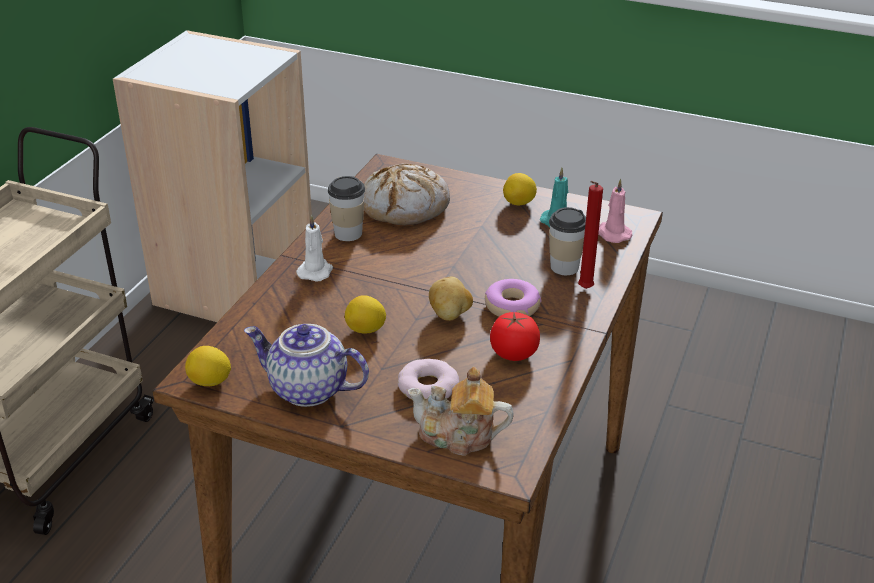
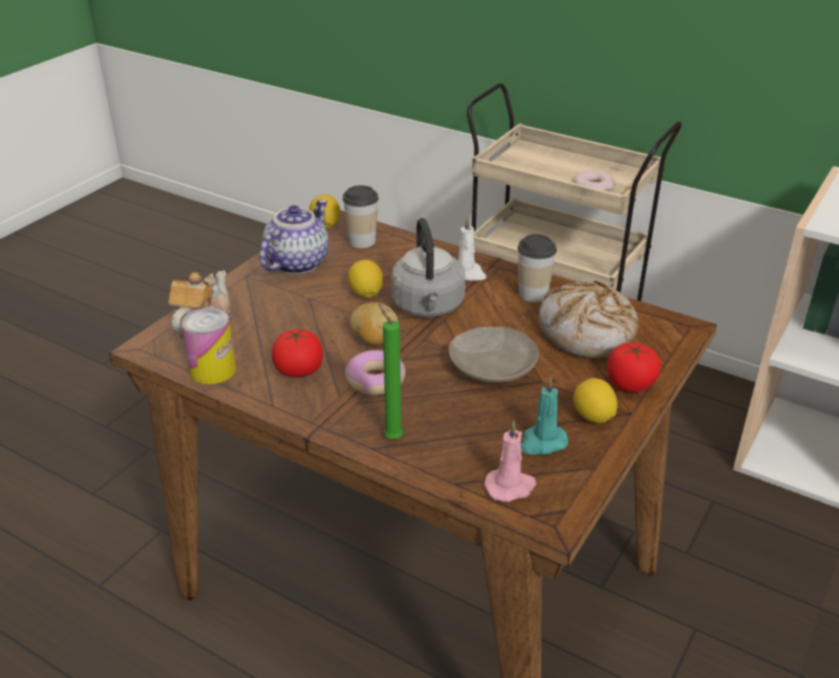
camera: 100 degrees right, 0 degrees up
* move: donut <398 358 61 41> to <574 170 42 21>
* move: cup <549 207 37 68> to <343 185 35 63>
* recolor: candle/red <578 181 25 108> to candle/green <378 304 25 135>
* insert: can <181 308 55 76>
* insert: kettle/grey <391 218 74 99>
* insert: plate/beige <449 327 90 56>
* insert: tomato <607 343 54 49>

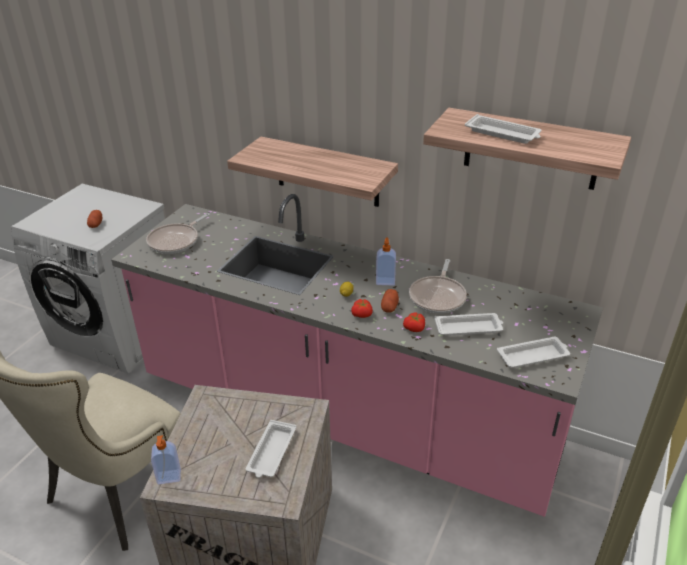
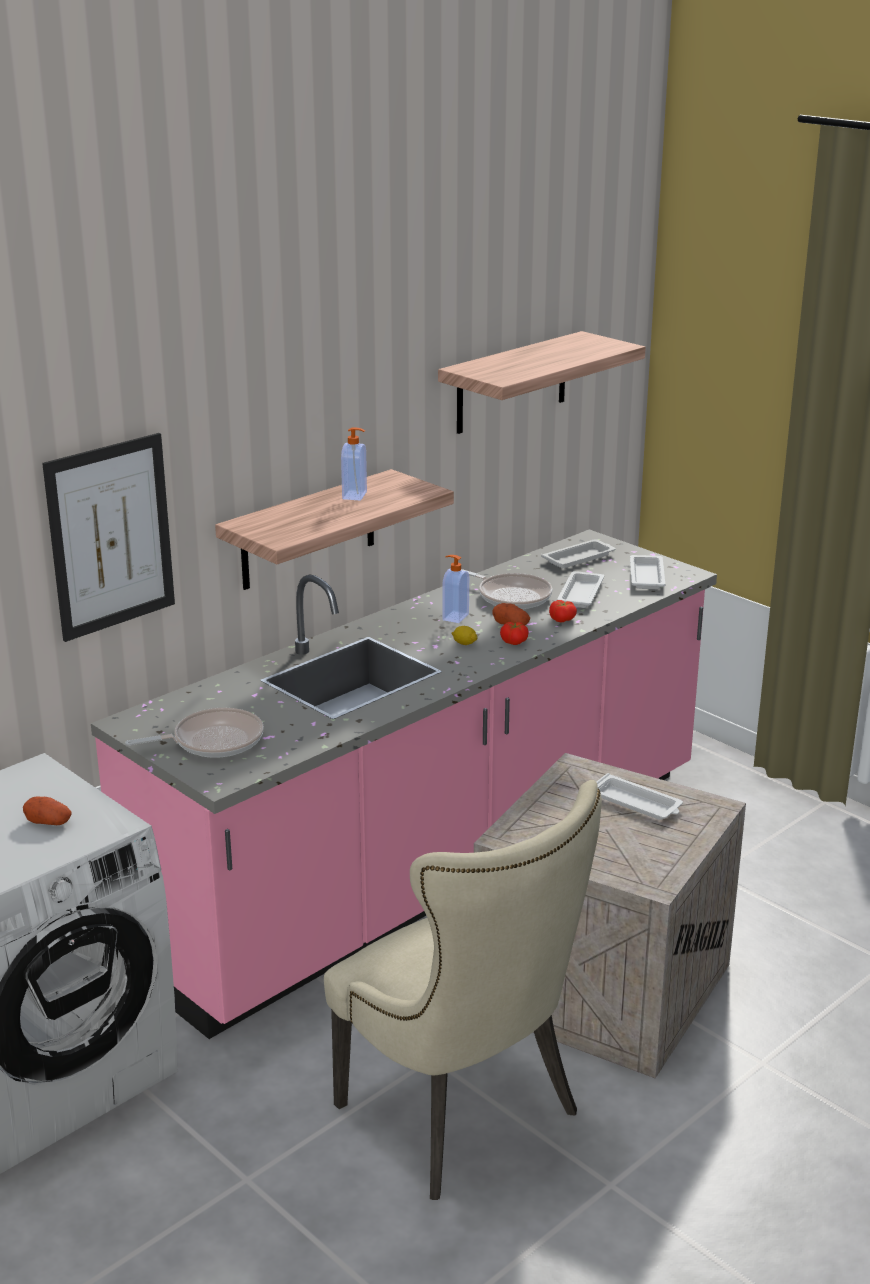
camera: 70 degrees left, 10 degrees down
* rotate: frying pan <146 213 64 41> = <125 708 139 50> 75 degrees counterclockwise
* move: soap dispenser <151 435 30 49> to <341 427 26 74>
* move: tray/white <465 114 77 30> to <541 539 75 29>
* insert: picture <42 433 133 209>

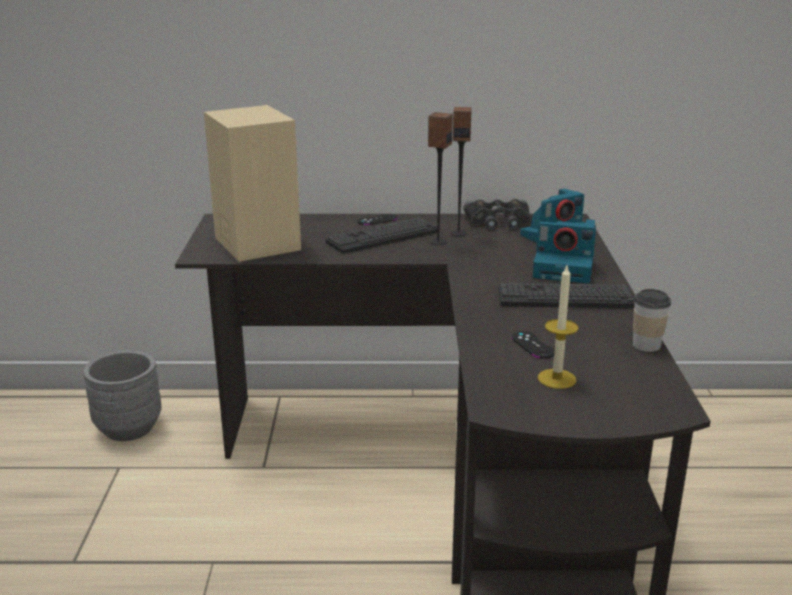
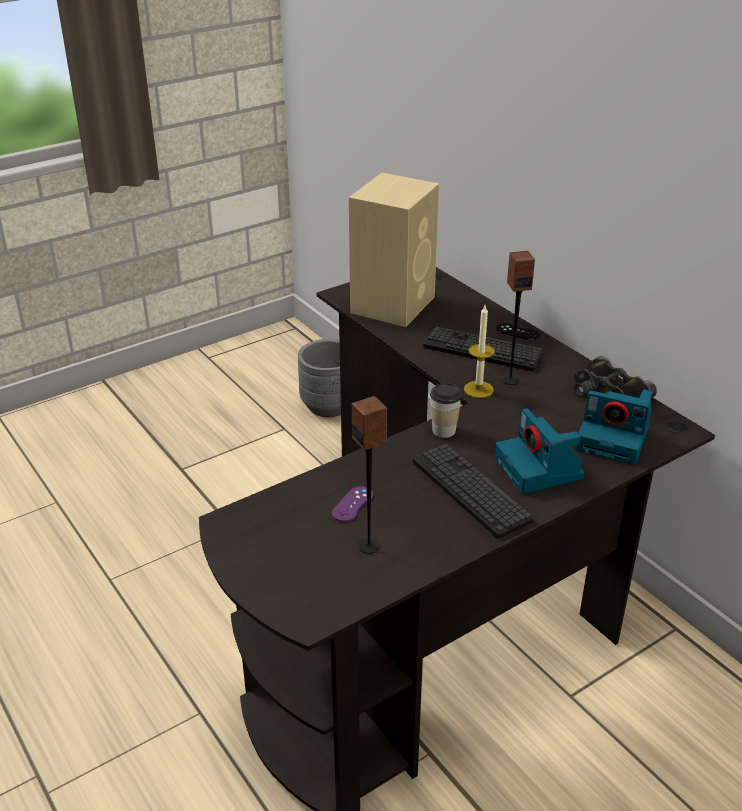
camera: 55 degrees right, 10 degrees up
* move: speaker <451 107 21 129> to <352 396 35 158>
* recolor: game controller/black <511 331 44 28> to game controller/purple <332 486 41 36>
* move: candle <538 266 41 123> to <464 306 31 92>
* move: cup <633 289 38 63> to <430 383 32 55>

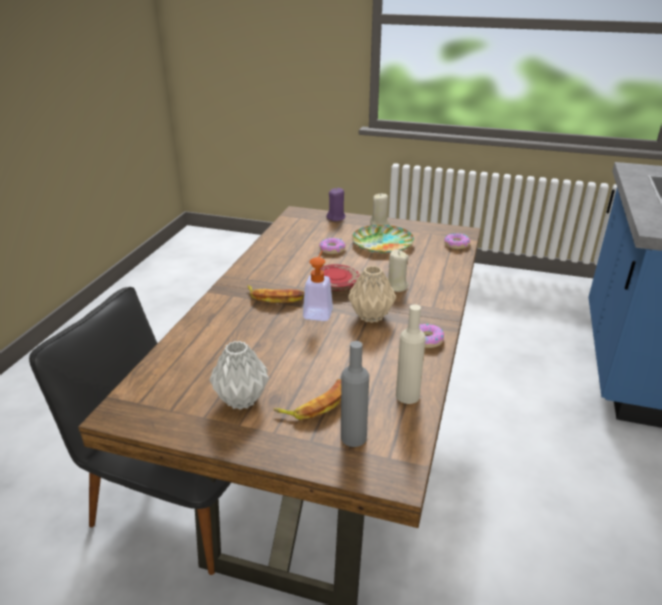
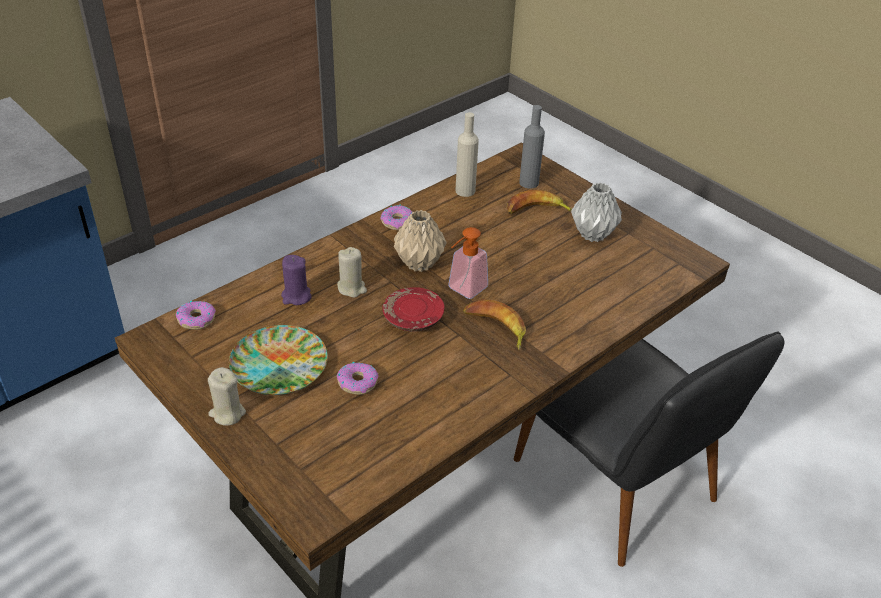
camera: 150 degrees left, 10 degrees up
* move: candle/purple <326 188 20 33> to <281 255 31 50>

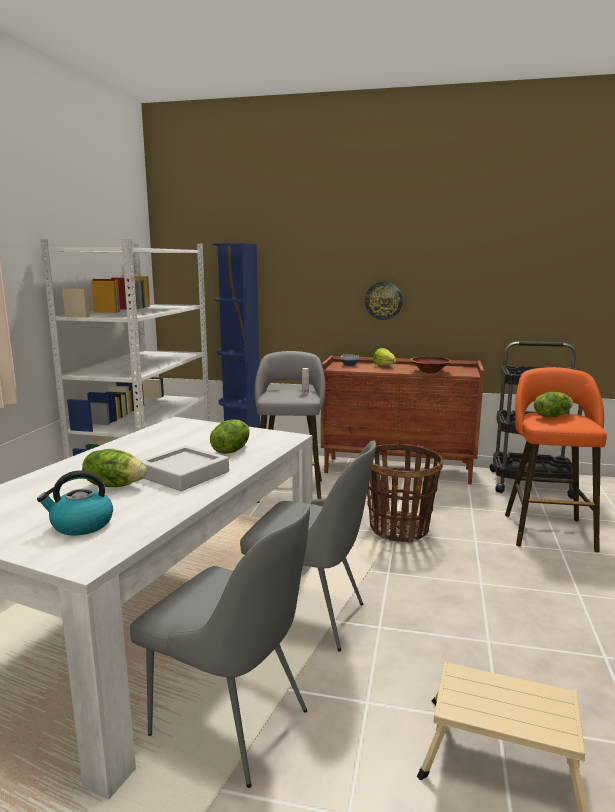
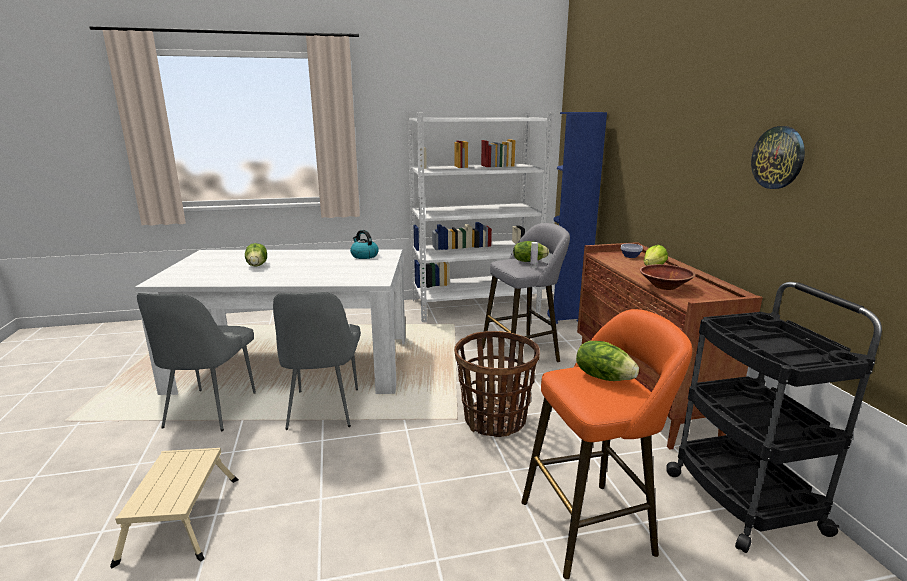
camera: 65 degrees right, 5 degrees up
* move: kettle <37 470 76 66> to <350 230 29 29>
* delete: tray/grey <140 445 89 46>
* move: lettuce <210 420 40 34> to <513 241 36 21>
* move: wall clock <365 282 38 38> to <751 126 54 63>

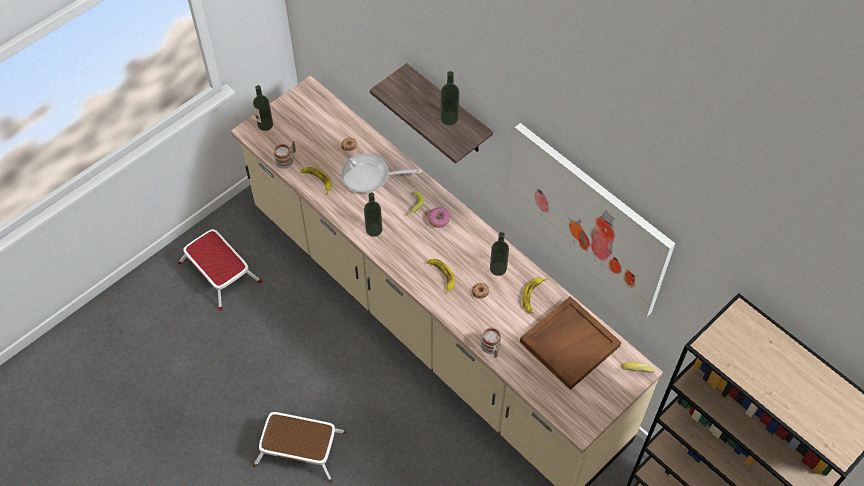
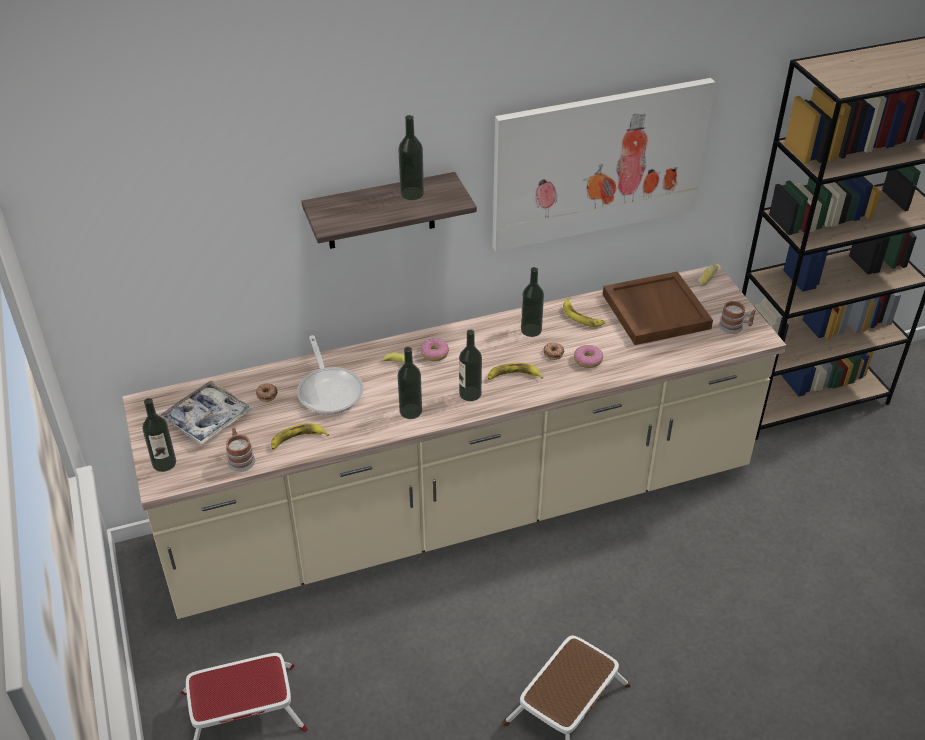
camera: 65 degrees left, 15 degrees down
* rotate: frying pan <341 154 81 39> = <297 335 67 80> 45 degrees counterclockwise
* move: mug <481 327 20 31> to <719 301 37 33>
* insert: tray <159 380 92 65>
* insert: bottle <459 330 23 71>
* insert: donut <574 345 29 23>

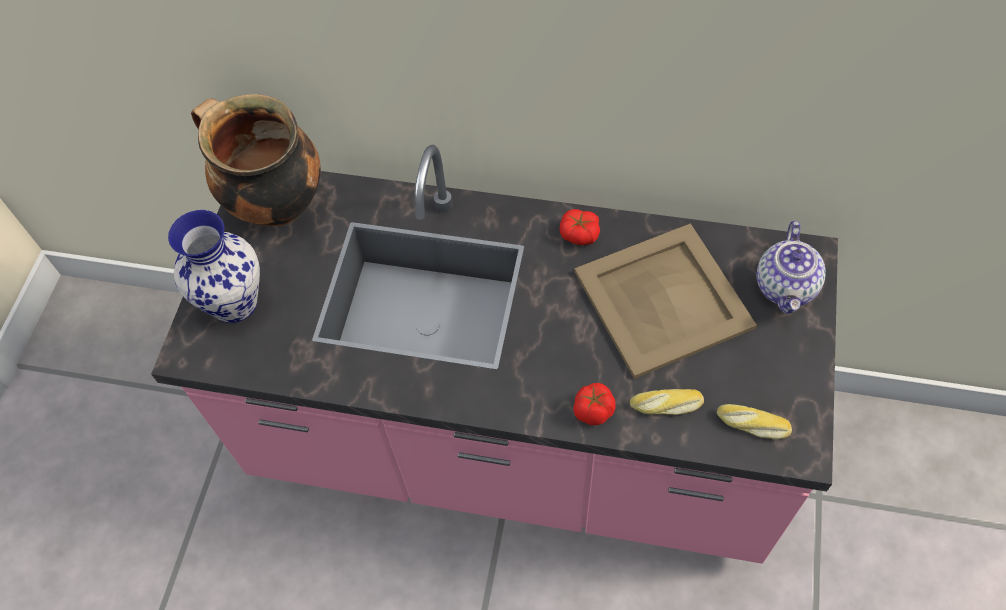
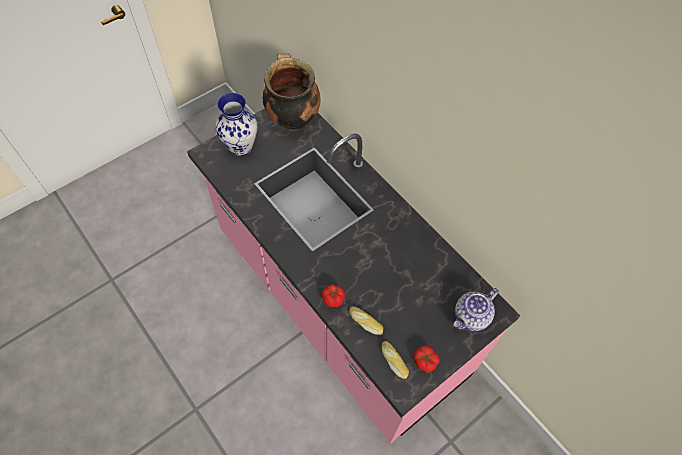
camera: 35 degrees right, 0 degrees up
* move: tomato <559 209 41 36> to <414 345 26 28>
* delete: tray/beige <574 223 183 156>

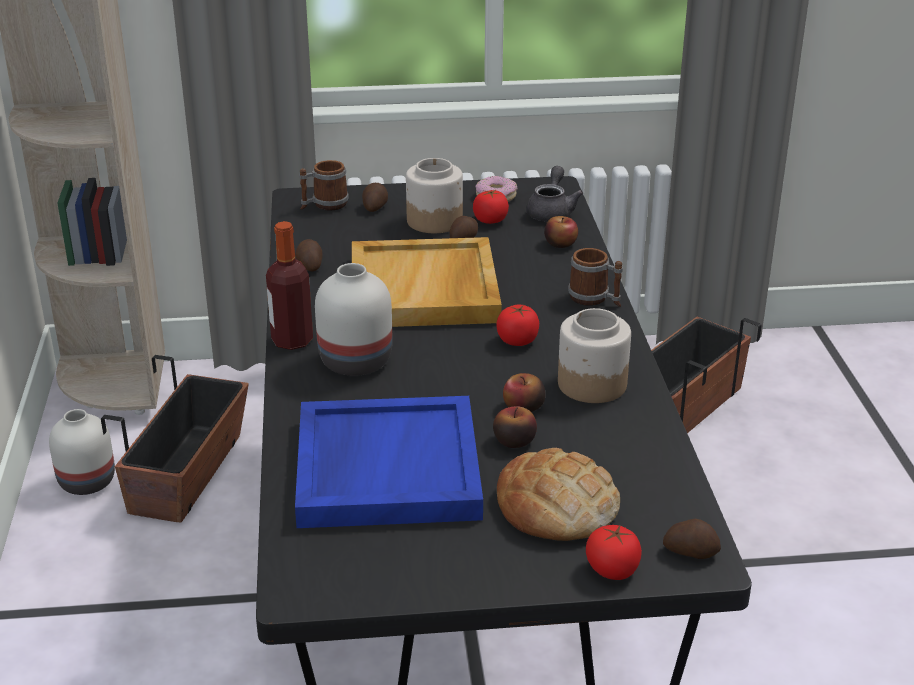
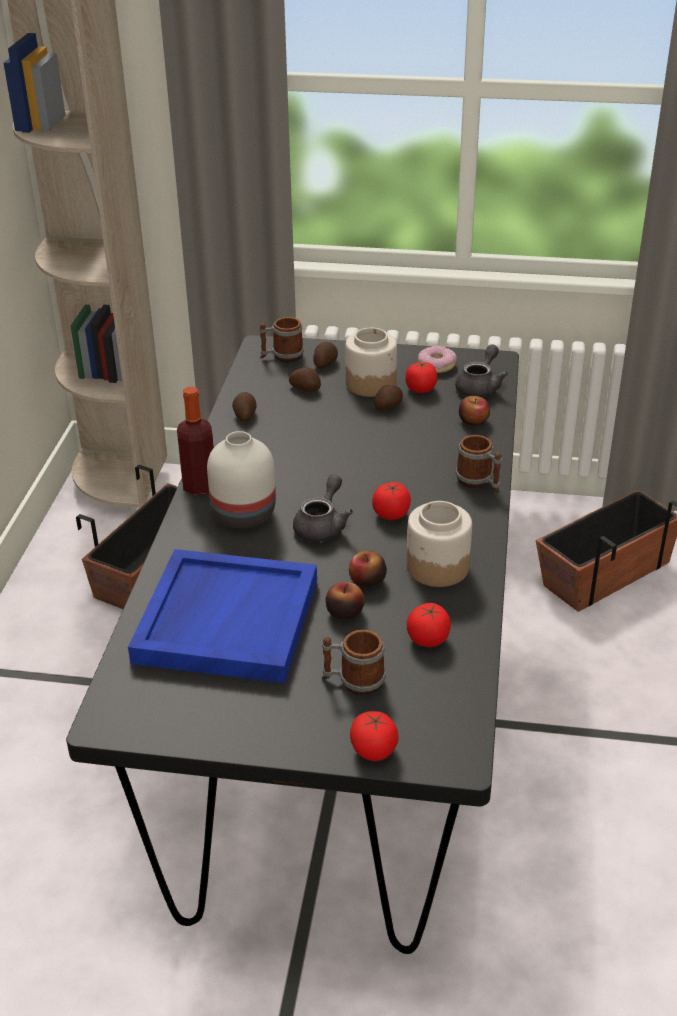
camera: 15 degrees right, 5 degrees up
* delete: vase/white <49 409 66 86>
* delete: tray/beige <352 237 150 90>
* replace: bread <497 448 123 93> to mug <322 630 64 65>
* move: potato <663 519 58 40> to <289 367 32 25>
* insert: teapot/grey <293 475 60 67>
* insert: tomato <407 603 44 44>

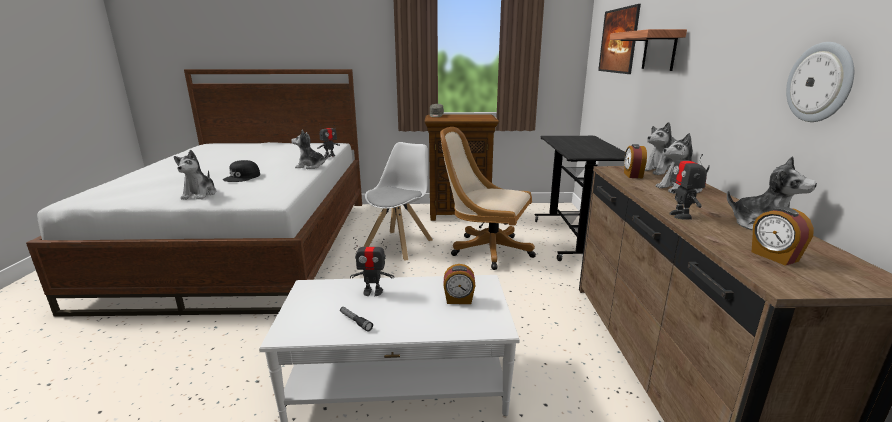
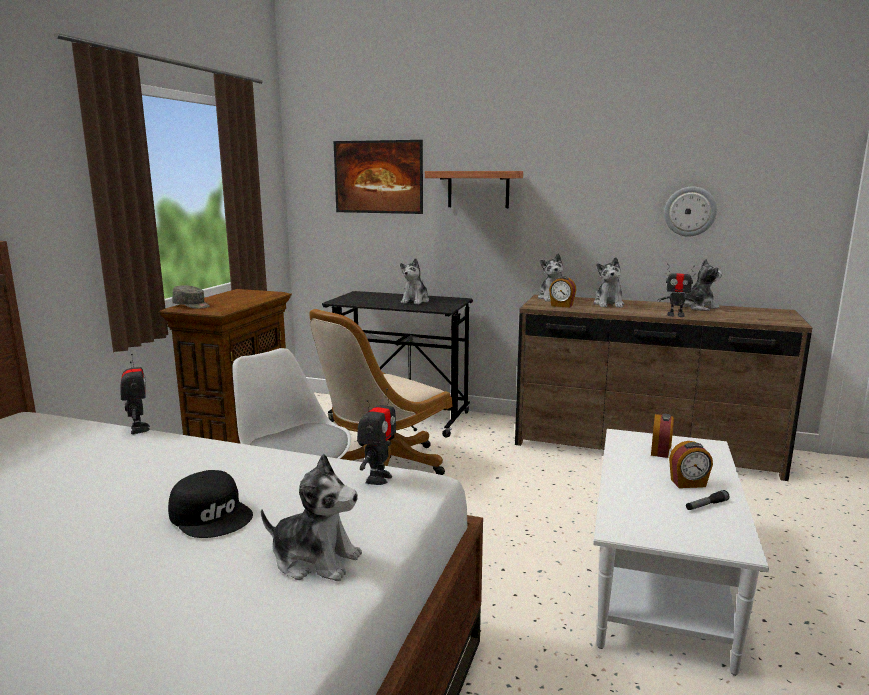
camera: 70 degrees left, 5 degrees down
* move: plush toy <291 130 38 39> to <400 258 29 47>
* move: toy robot <350 237 44 59> to <357 388 39 97>
* move: alarm clock <752 207 62 59> to <669 441 44 47>

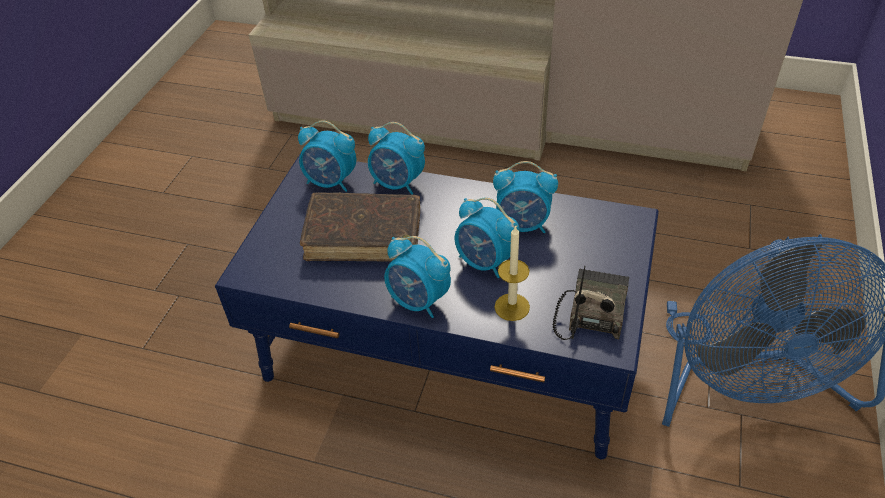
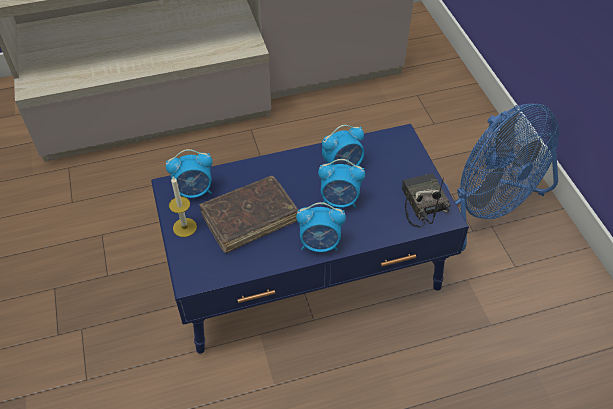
camera: 35 degrees left, 5 degrees up
* delete: alarm clock <368 122 57 73>
* move: candle <494 225 36 96> to <169 177 28 60>

